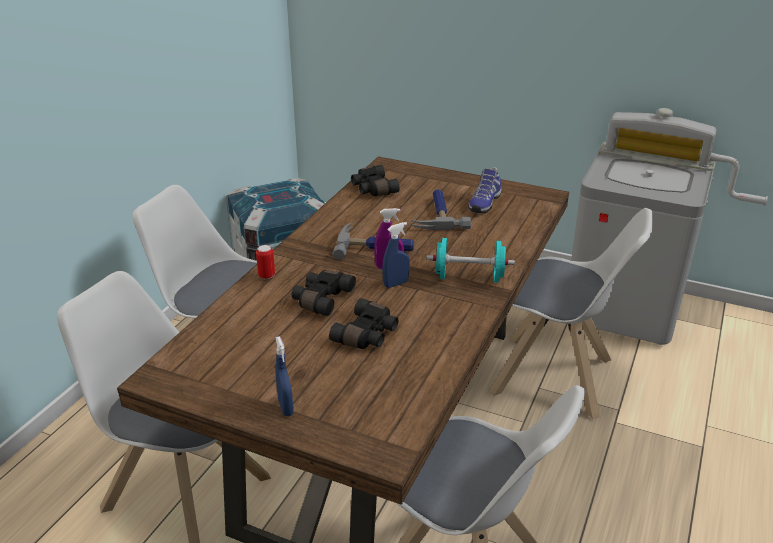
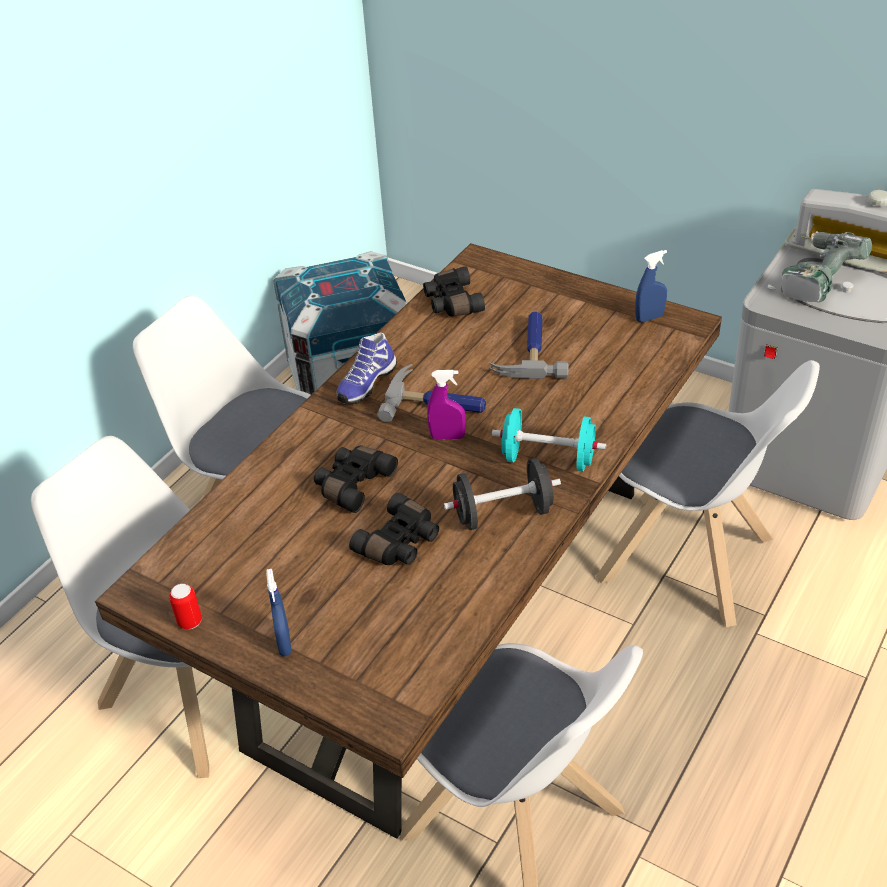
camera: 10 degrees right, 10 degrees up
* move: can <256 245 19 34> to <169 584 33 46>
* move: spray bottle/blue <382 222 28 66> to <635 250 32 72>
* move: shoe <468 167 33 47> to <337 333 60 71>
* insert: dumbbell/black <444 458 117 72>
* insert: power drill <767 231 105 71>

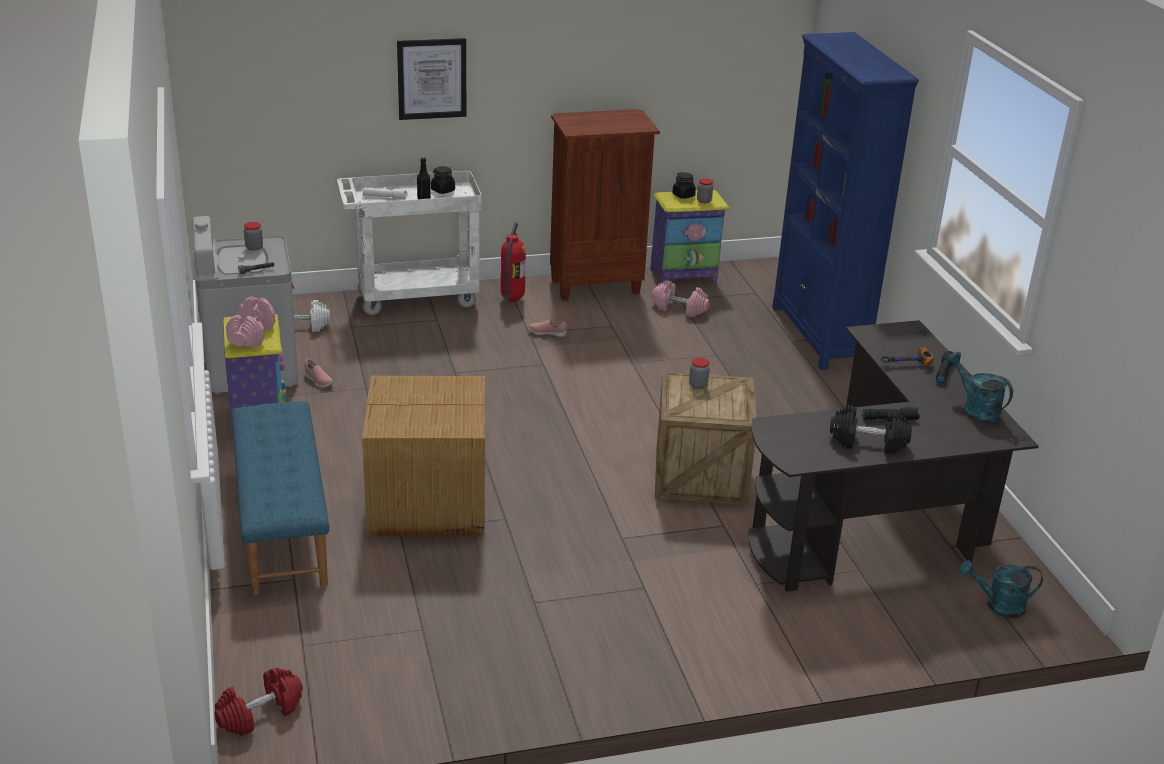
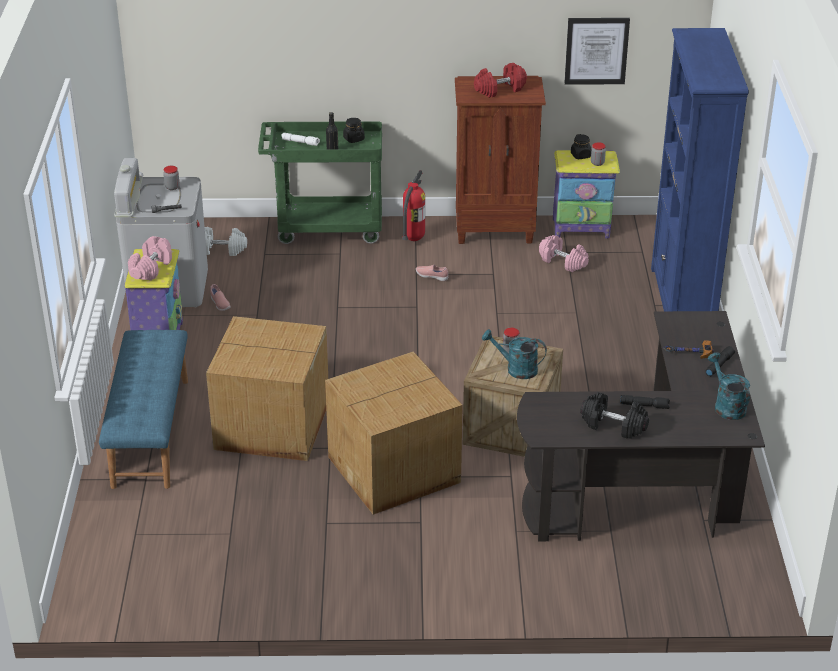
camera: 15 degrees right, 5 degrees up
* move: dumbbell/red <214 668 89 68> to <474 63 53 35>
* recolor: cart/white <337 171 144 144> to cart/green <258 121 124 123>
* move: picture <397 38 69 82> to <565 18 65 67>
* move: watering can/turquoise <959 560 84 58> to <482 329 65 50>
* insert: cardboard box <325 351 138 164>

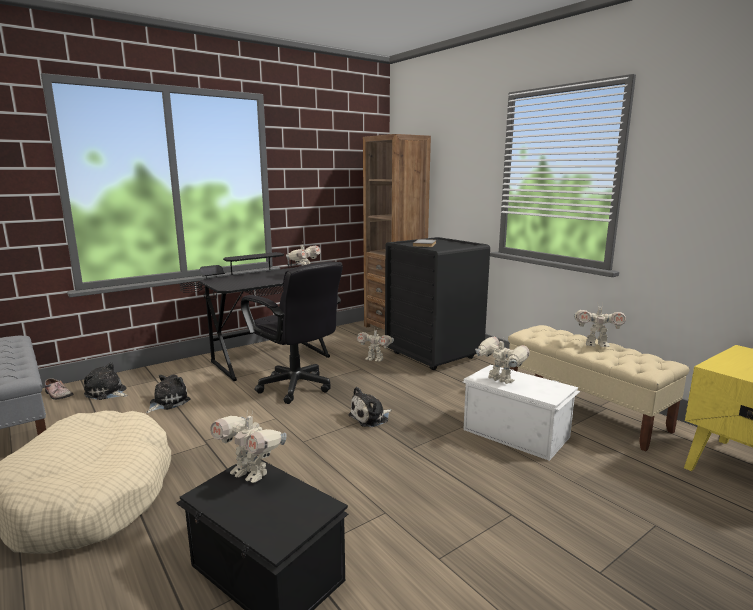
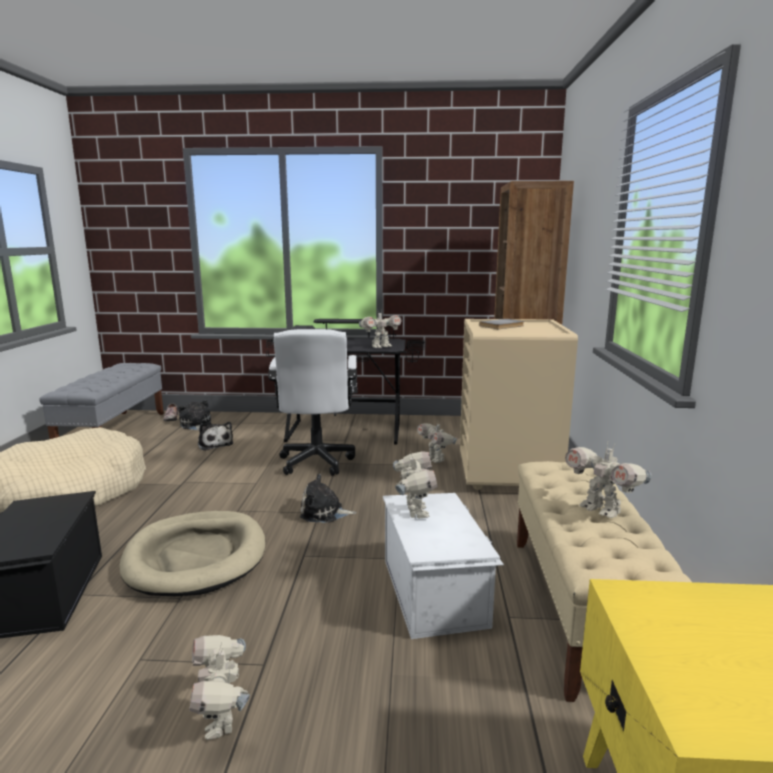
camera: 40 degrees right, 0 degrees up
* rotate: plush toy <146 374 45 39> = <198 422 35 29> 75 degrees clockwise
* move: toy robot <210 409 77 74> to <189 635 61 105>
* recolor: office chair/black <241 261 102 143> to office chair/white <268 329 90 147>
* recolor: dresser/black <385 237 105 133> to dresser/beige <460 319 118 171>
* insert: dog bed/beige <120 511 145 85>

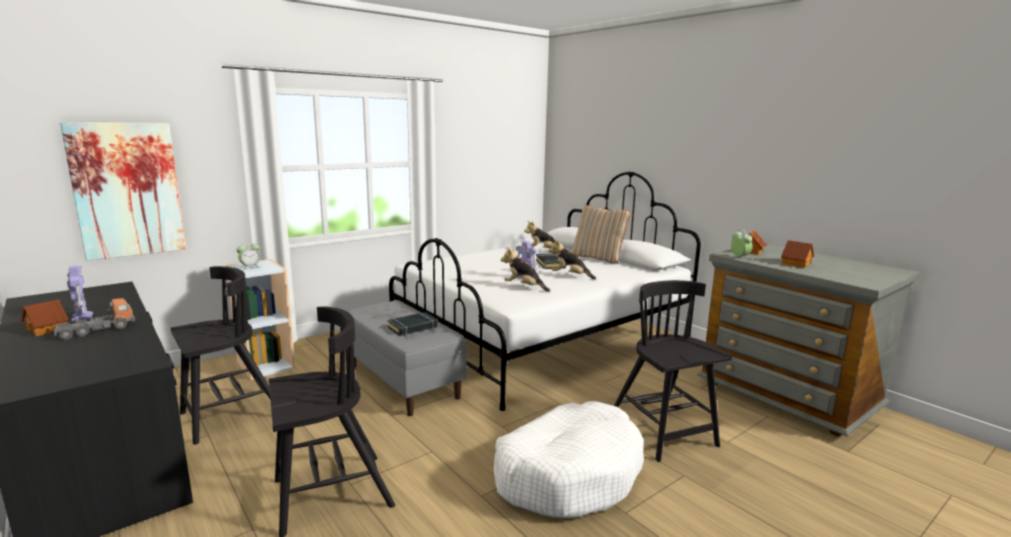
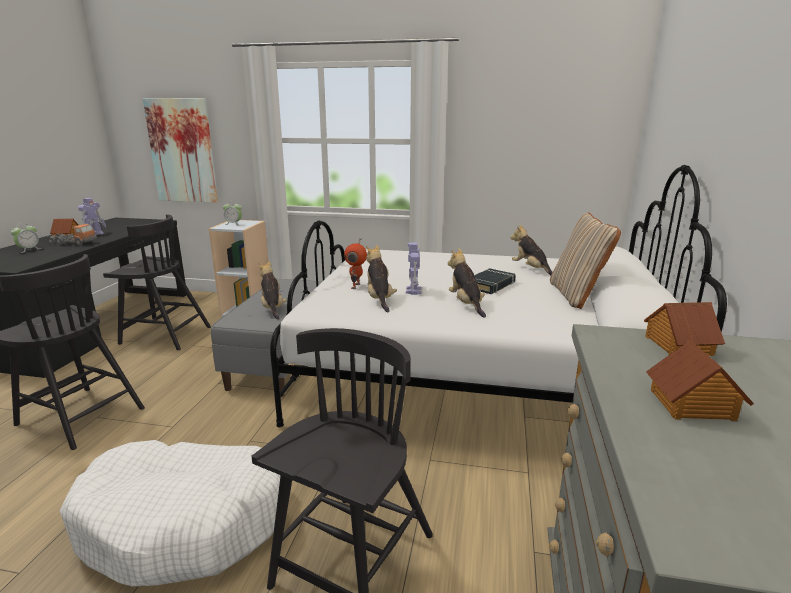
camera: 50 degrees right, 5 degrees up
* replace: book/black <388 312 50 24> to plush toy <259 261 28 59>
* move: alarm clock <731 229 21 31> to <11 223 28 30>
* insert: toy robot <344 238 23 51>

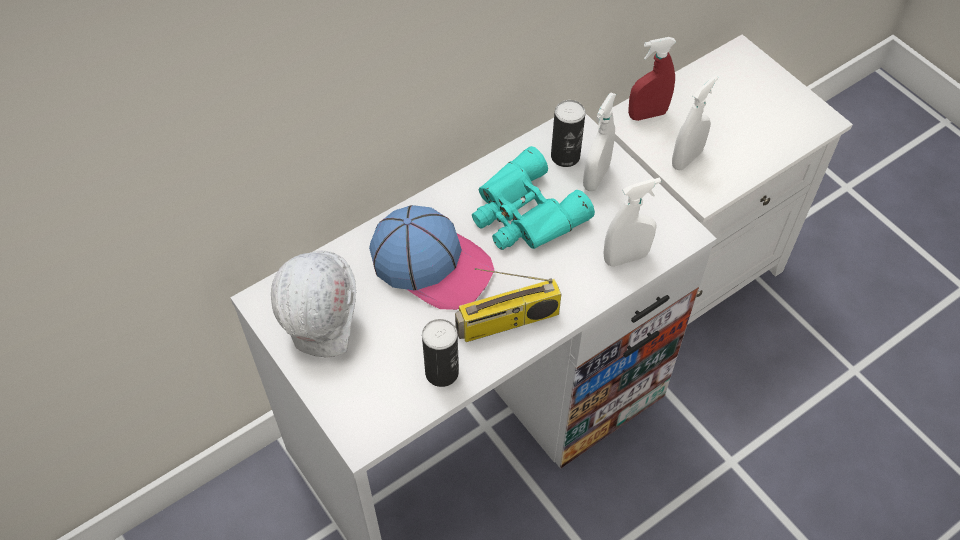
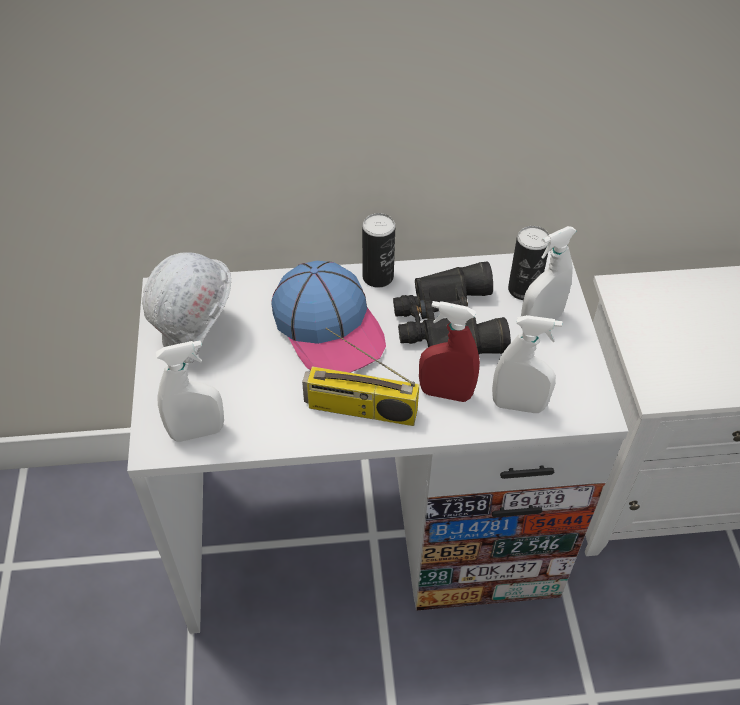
camera: 30 degrees right, 5 degrees down
* move: can <422 319 37 68> to <362 213 33 75>
* recolor: binoculars/turquoise <472 146 123 104> to binoculars/black <393 261 118 93>
* move: spray bottle/red <628 37 48 84> to <419 301 61 101>
* move: spray bottle/white <672 75 46 95> to <156 340 68 102>

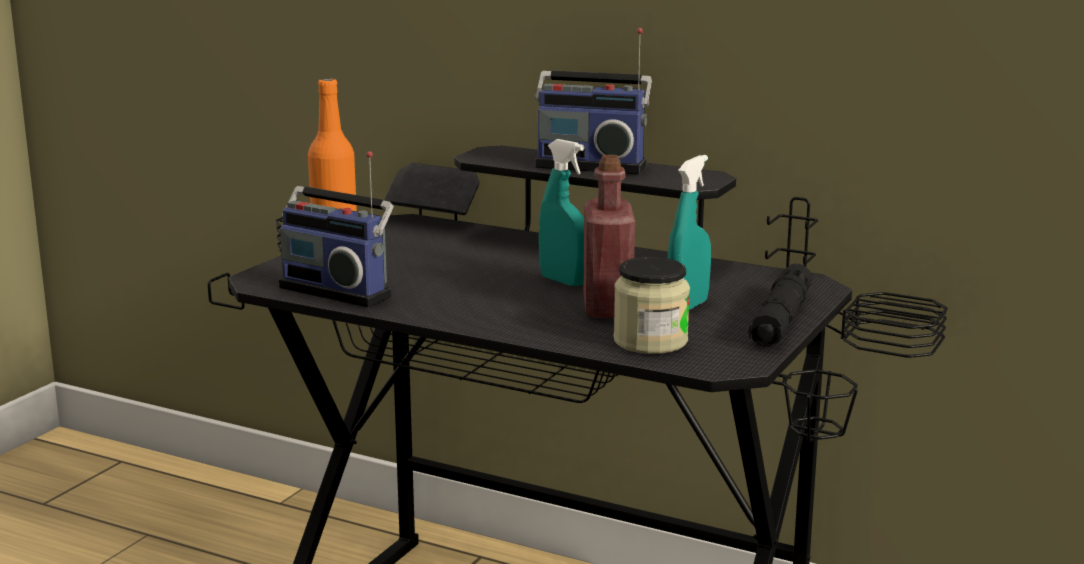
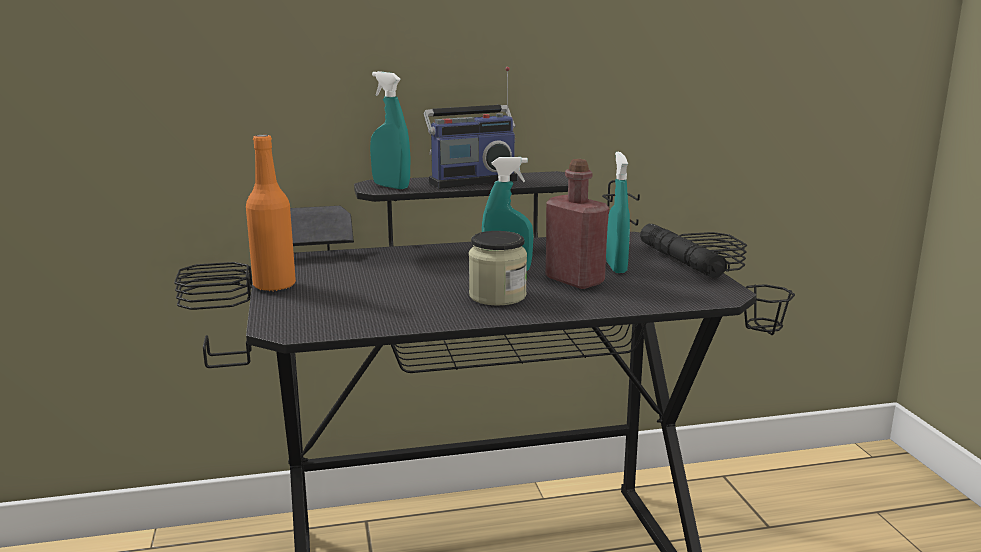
camera: 40 degrees left, 0 degrees up
* delete: radio <279 151 115 157>
* move: jar <614 257 76 97> to <469 231 58 74>
* insert: spray bottle/turquoise <370 71 40 118>

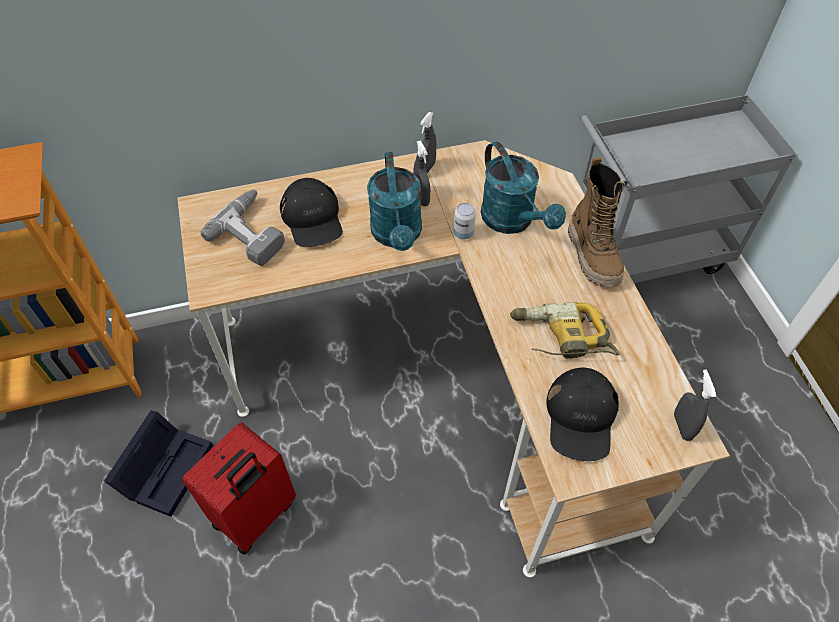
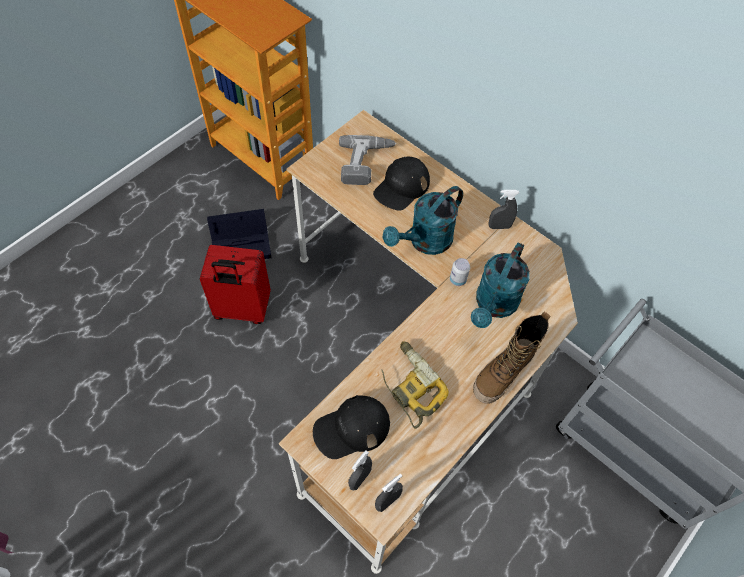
camera: 55 degrees right, 5 degrees up
* move: spray bottle/grey <413 141 17 65> to <348 450 24 40>

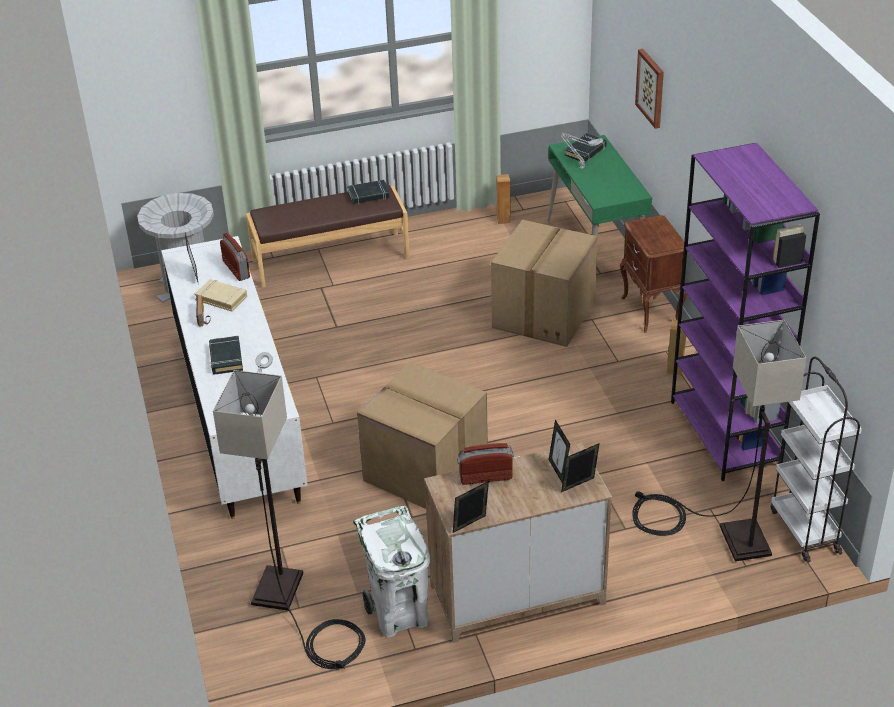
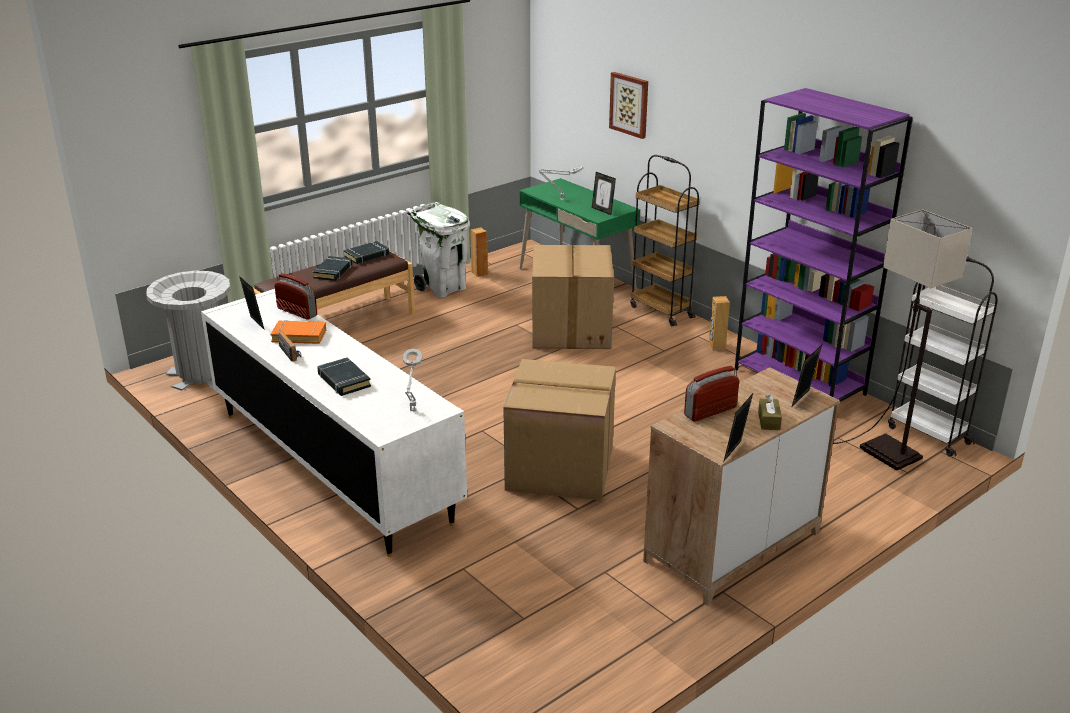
camera: 25 degrees left, 10 degrees down
* recolor: book/beige <195 279 52 32> to book/orange <270 320 56 24>
* delete: floor lamp <213 370 153 299>
* move: trash can/white <353 506 77 132> to <407 202 63 96>
* move: picture frame <549 420 21 62> to <592 172 24 43>
* move: book/black <565 133 42 29> to <313 256 39 25>
* replace: nightstand/brown <620 215 67 118> to cart/brown <630 155 70 171>
* insert: tissue box/brown <758 395 24 35>

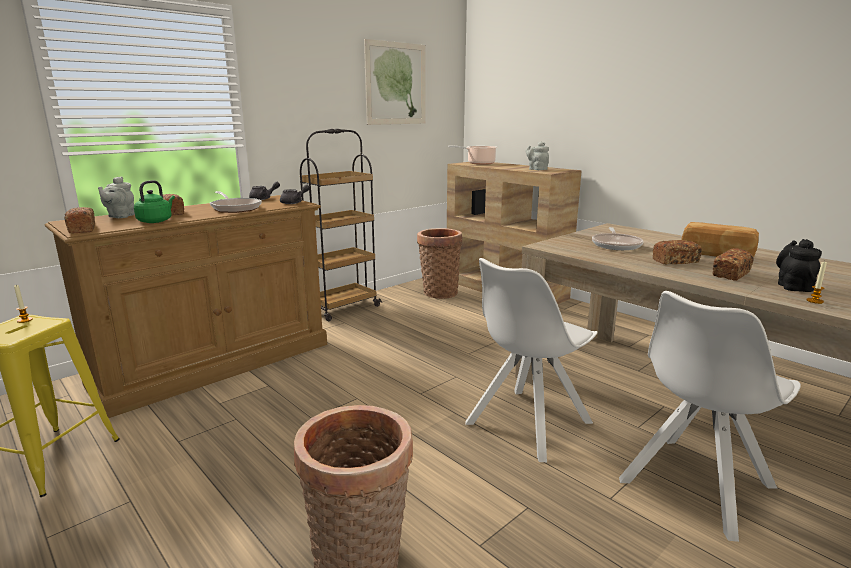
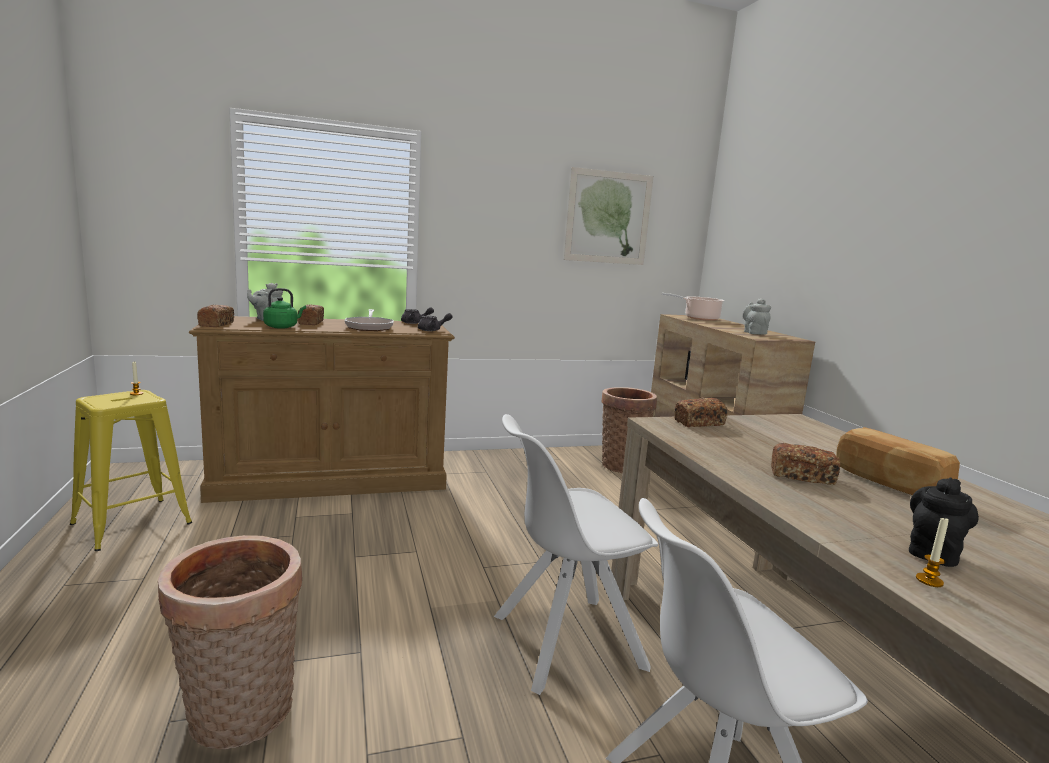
camera: 25 degrees right, 5 degrees down
* delete: cart/brown <300 129 82 192>
* delete: frying pan <592 227 52 23>
* move: bread <713 248 41 33> to <674 398 54 29>

